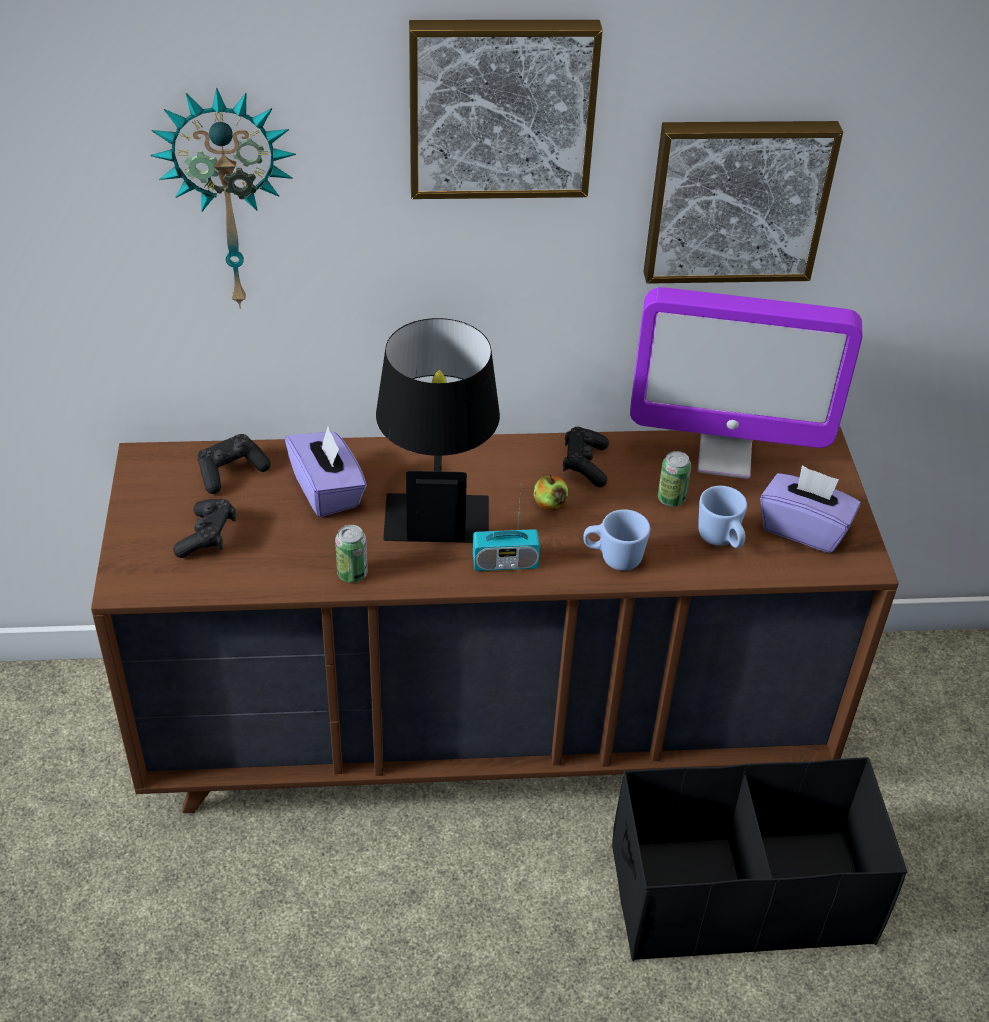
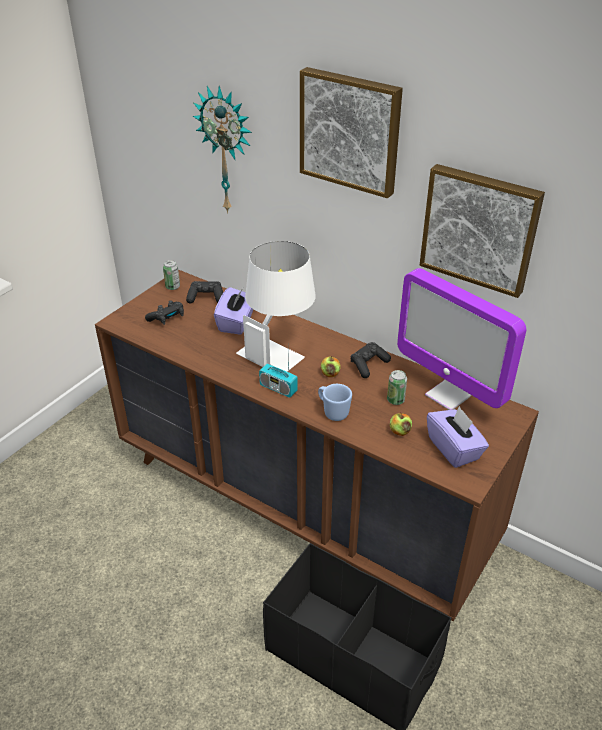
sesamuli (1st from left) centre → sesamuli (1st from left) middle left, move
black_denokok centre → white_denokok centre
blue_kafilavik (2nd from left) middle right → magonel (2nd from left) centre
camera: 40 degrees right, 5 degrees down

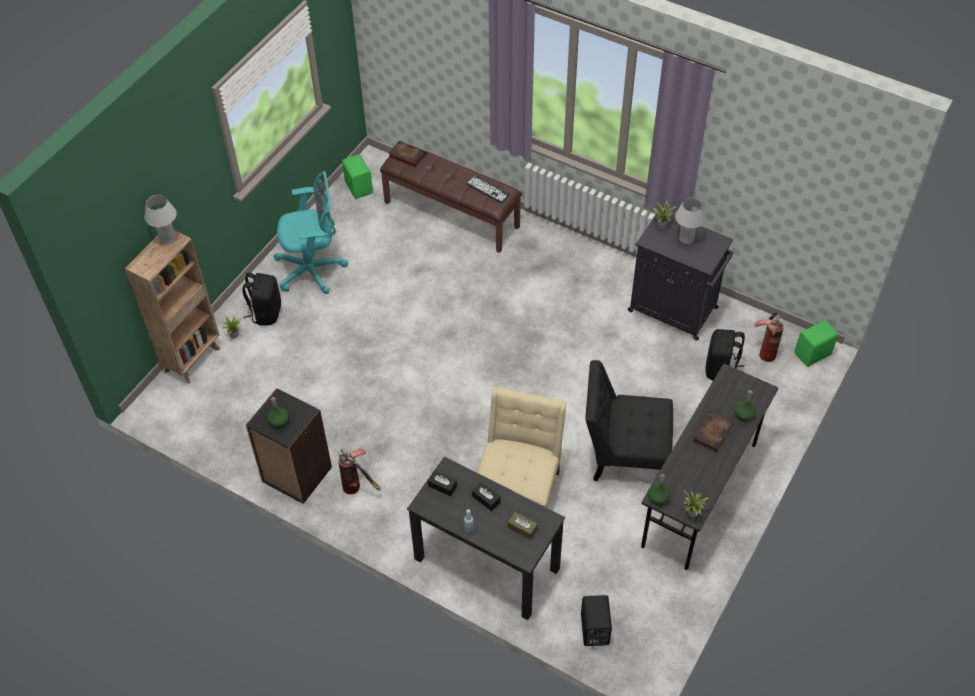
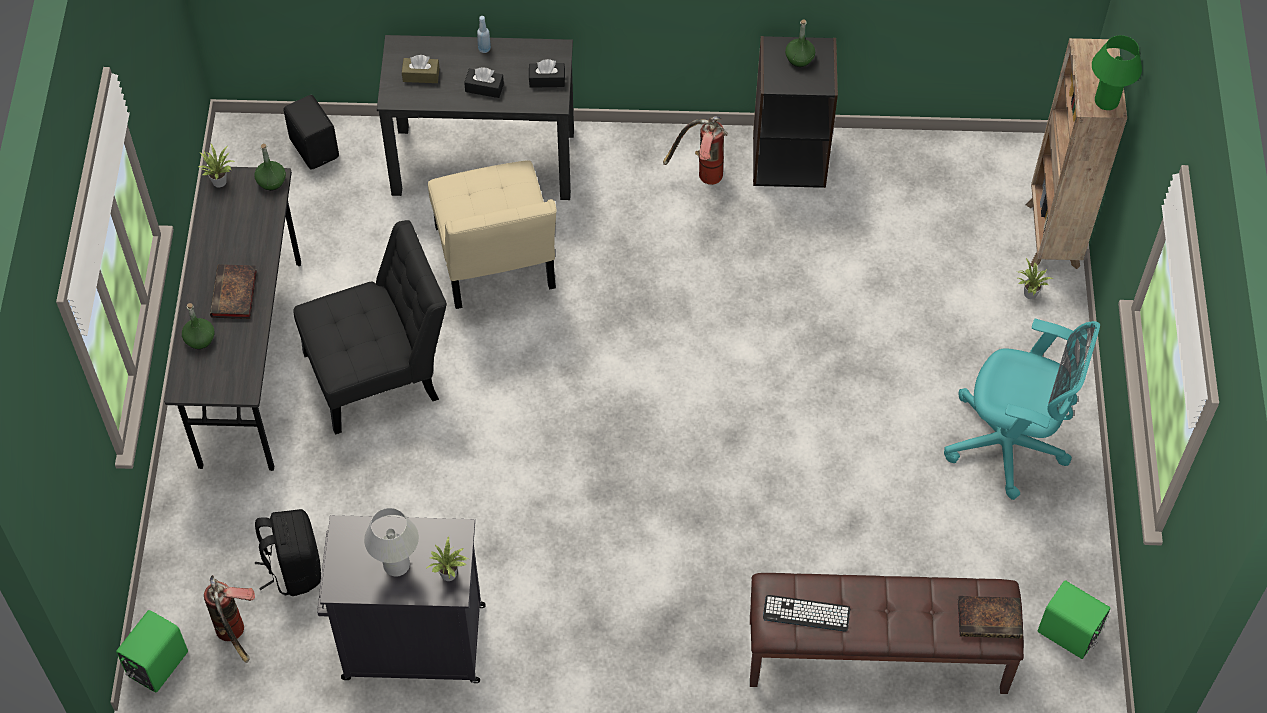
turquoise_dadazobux middle left → turquoise_dadazobux middle right, 120 degrees counterclockwise
white_denokok (1st from left) top left → green_denokok top right
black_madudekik (1st from left) middle left → -
camera: 150 degrees right, 5 degrees up

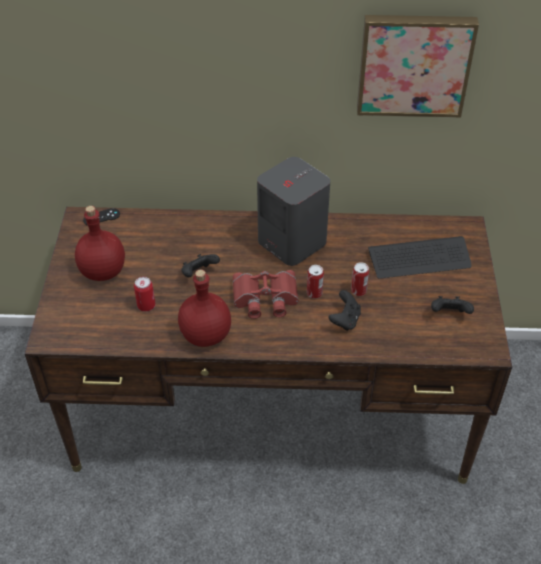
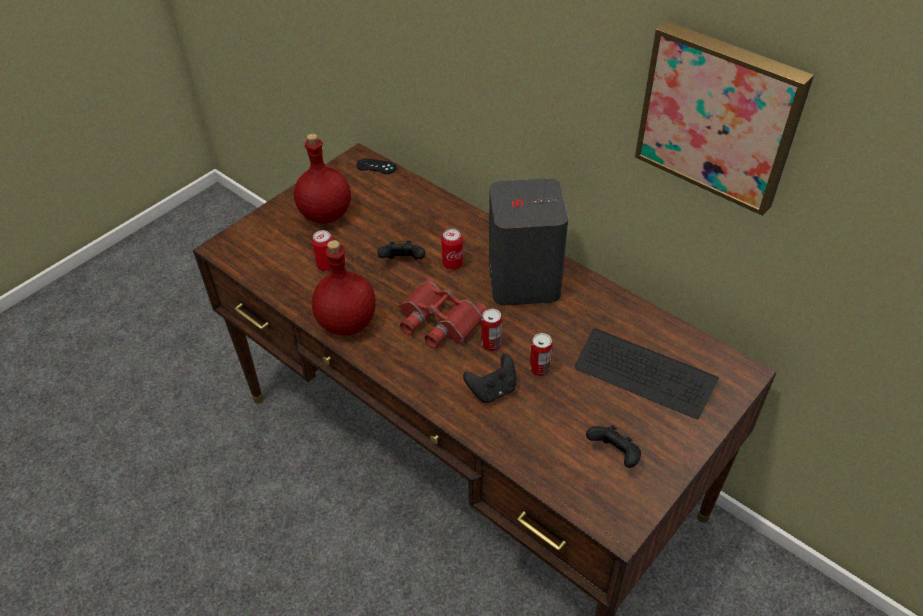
- → sesamuli (2nd from left) centre
camera: 40 degrees right, 0 degrees up

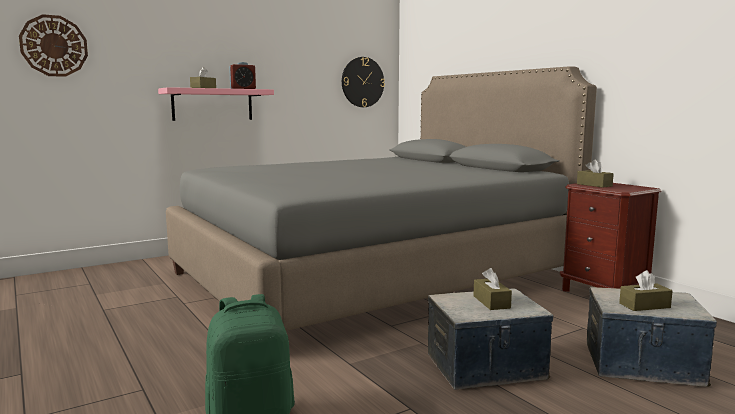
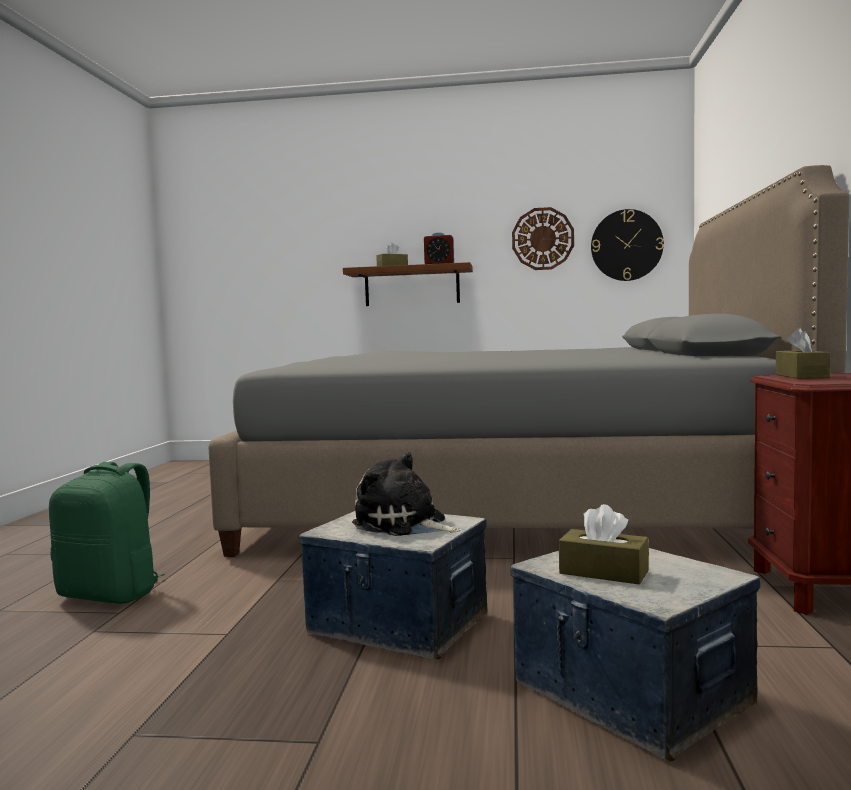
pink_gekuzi top left → brown_gekuzi centre
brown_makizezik (2nd from left) bottom right → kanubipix centre
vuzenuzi (1st from left) top left → vuzenuzi (1st from left) top centre, move
camera: 40 degrees right, 5 degrees down

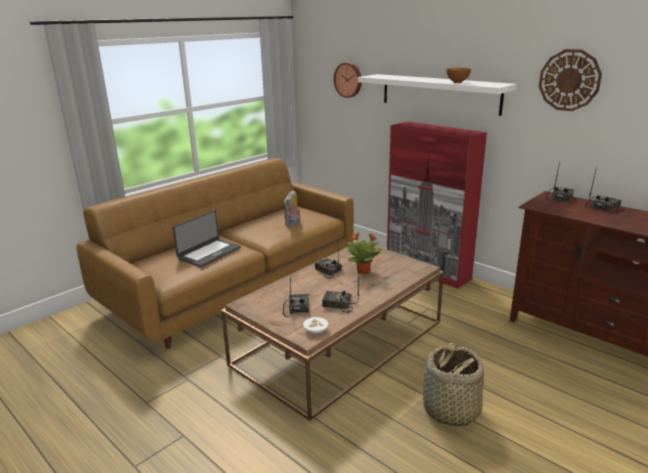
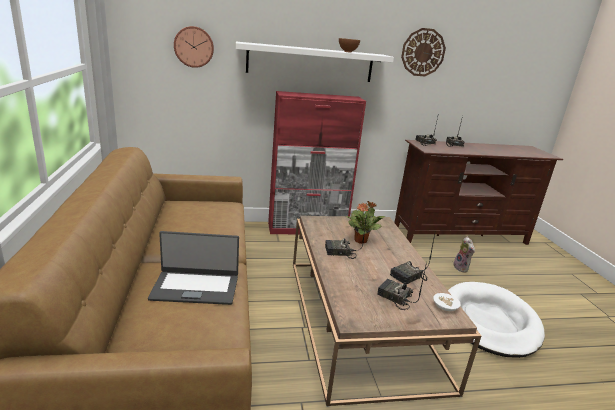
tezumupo middle left, 105 degrees clockwise
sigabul bottom right → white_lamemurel bottom right
kanubipix centre → kanubipix middle right, move
camera: 55 degrees left, 0 degrees up

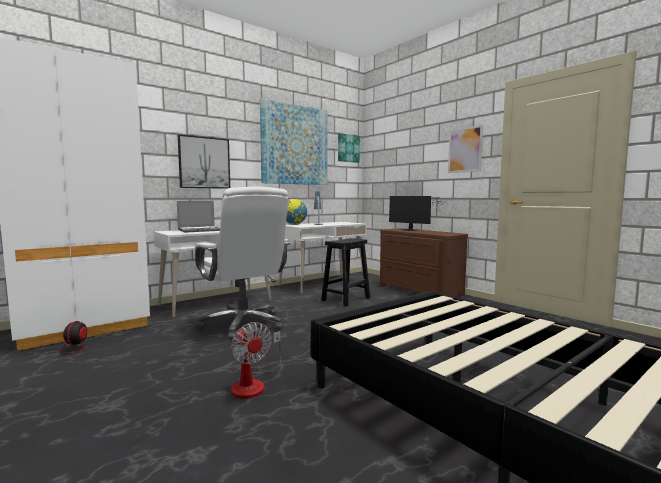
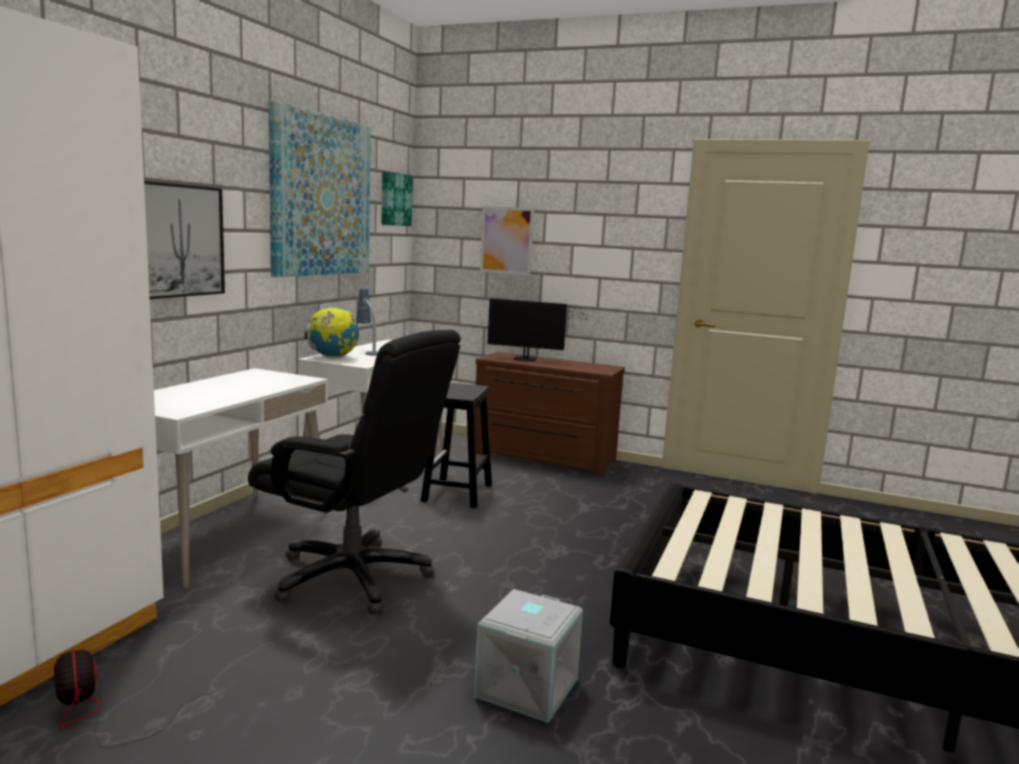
white_dadazobux centre → black_dadazobux centre
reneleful (2nd from left) bottom centre → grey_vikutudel bottom centre
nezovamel (4th from left) top right → nezovamel (4th from left) top centre, move
tezumupo middle left → -
camera: 30 degrees left, 5 degrees up

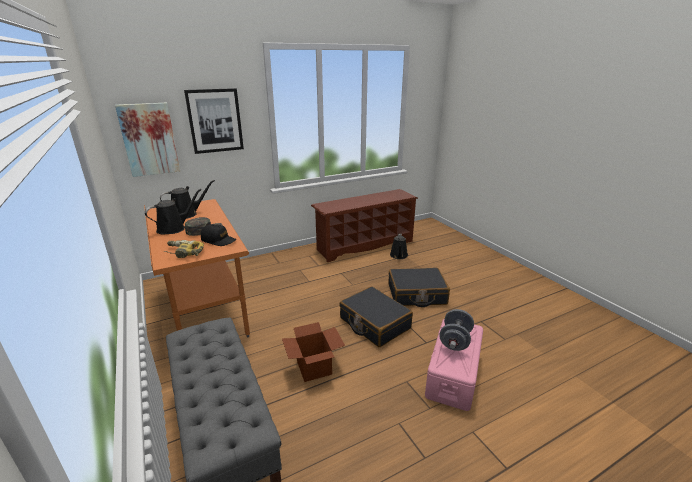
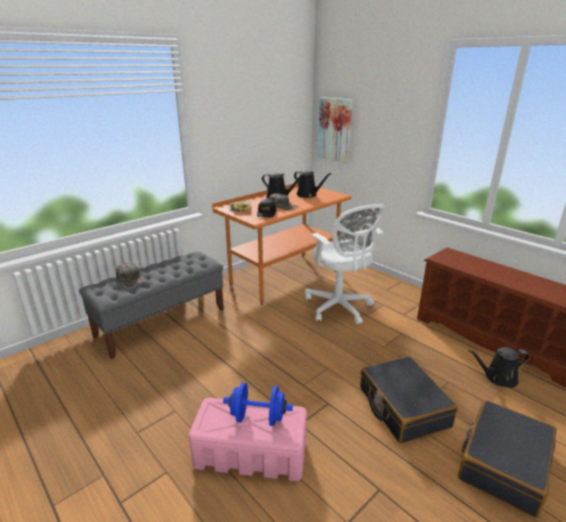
- → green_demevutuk (1st from left) middle left
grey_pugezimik bottom centre → blue_pugezimik bottom centre
- → white_dadazobux centre
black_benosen (1st from left in the first image) centre → black_benosen (2nd from left) bottom right, move
nezovamel (2nd from left) top left → -
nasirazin bottom centre → -
camera: 75 degrees right, 0 degrees up

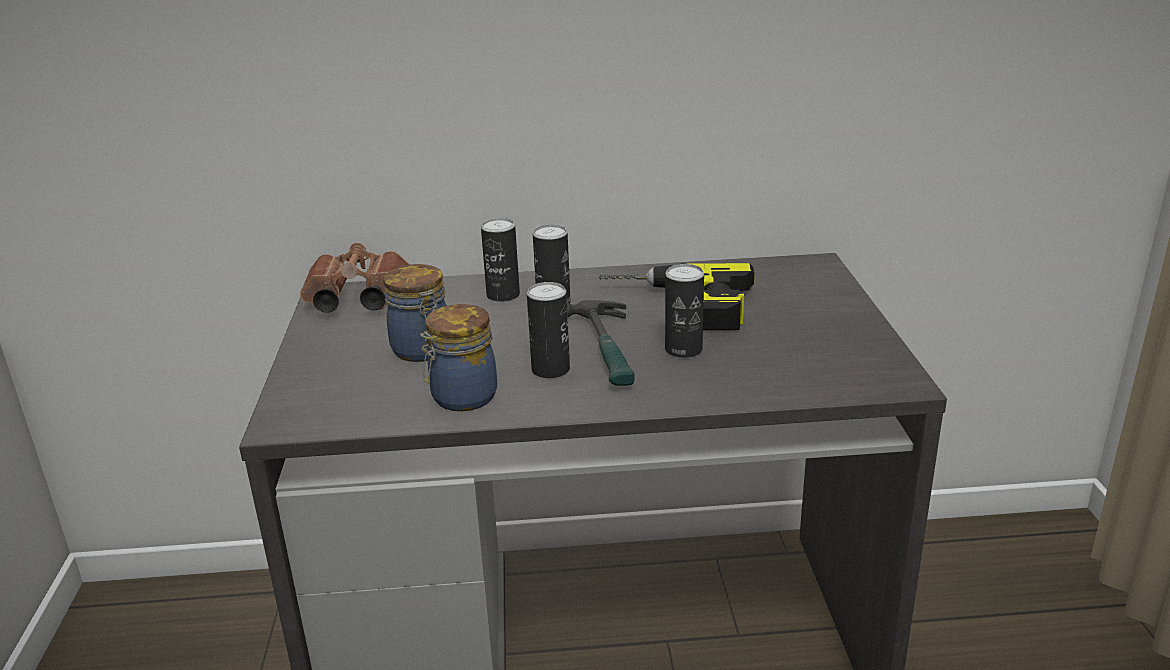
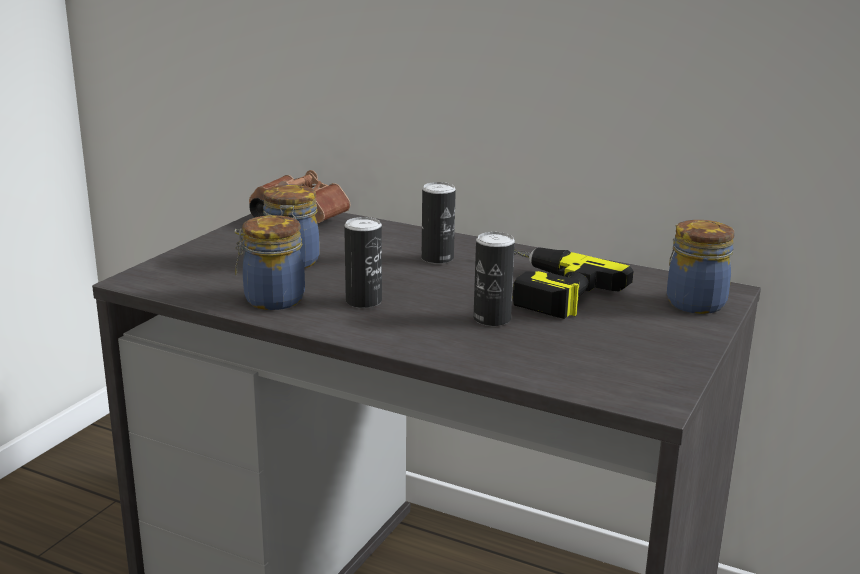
- → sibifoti (3rd from left) middle right
sesamuli (1st from left) centre → -
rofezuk centre → -
camera: 30 degrees right, 5 degrees down

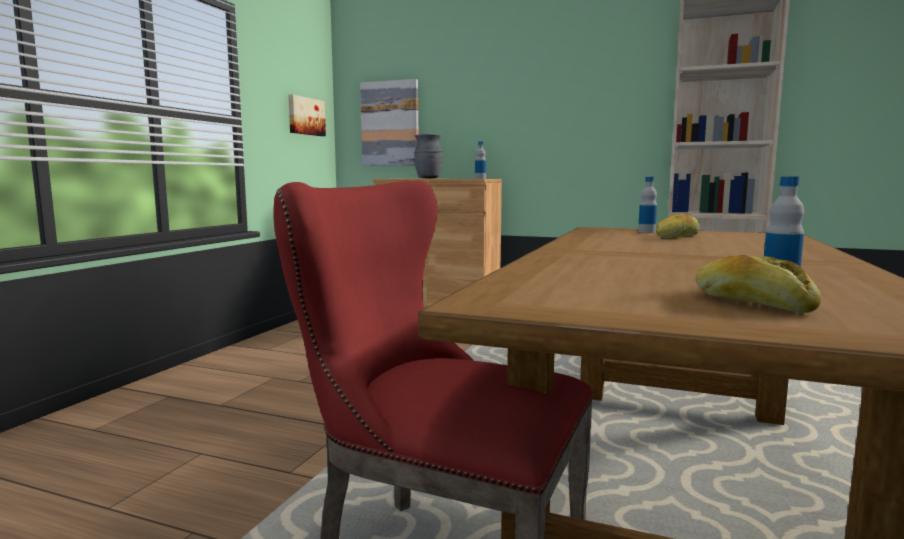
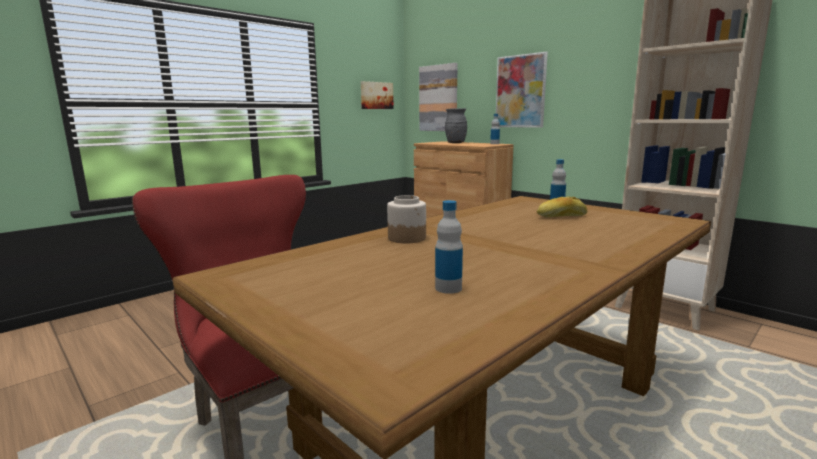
- → sibifoti centre
- → nezovamel (3rd from left) top centre
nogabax (2nd from left) middle right → -
camera: 25 degrees right, 5 degrees up

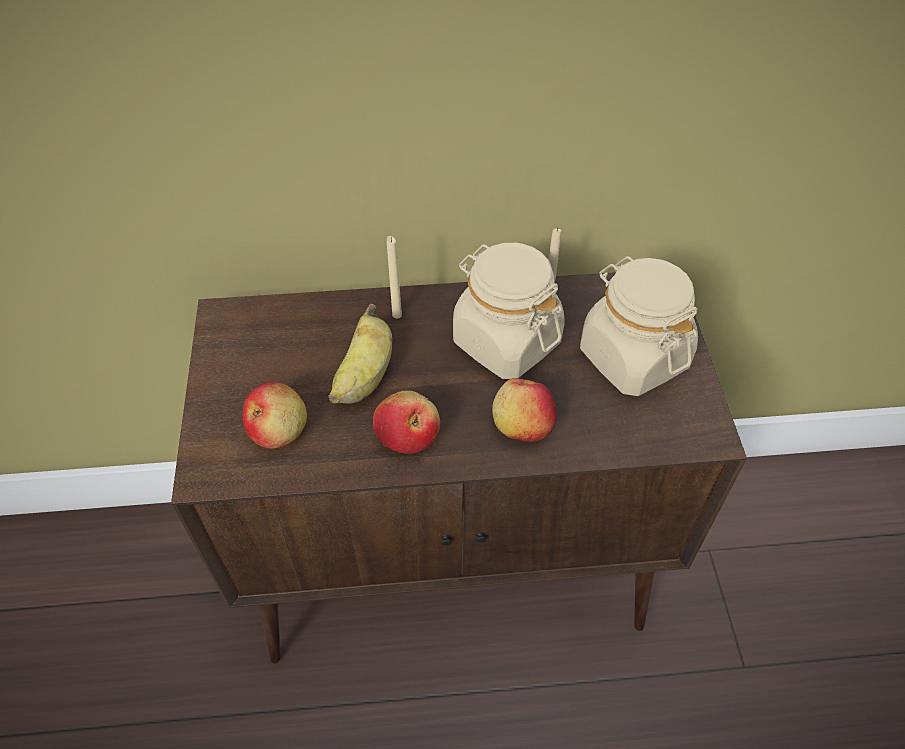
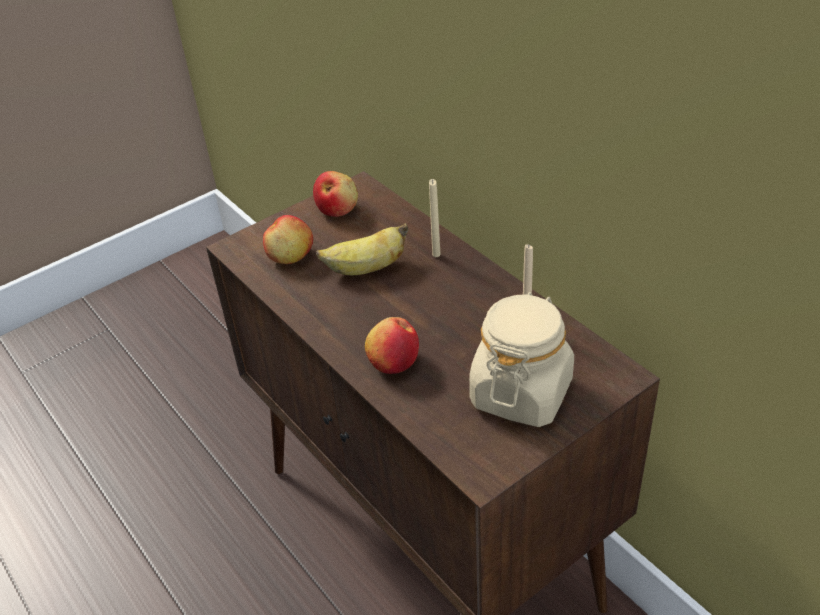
magonel (2nd from left) centre → magonel (2nd from left) top centre, move
beige_sibifoti (1st from left) centre → -
camera: 60 degrees right, 10 degrees down

